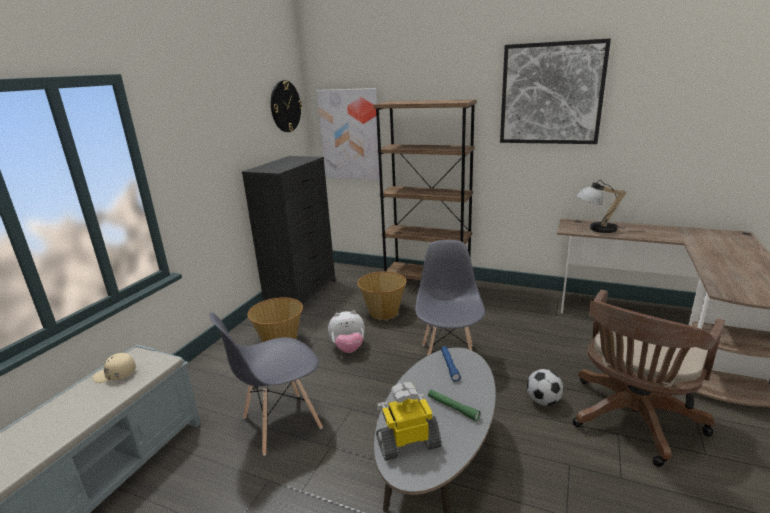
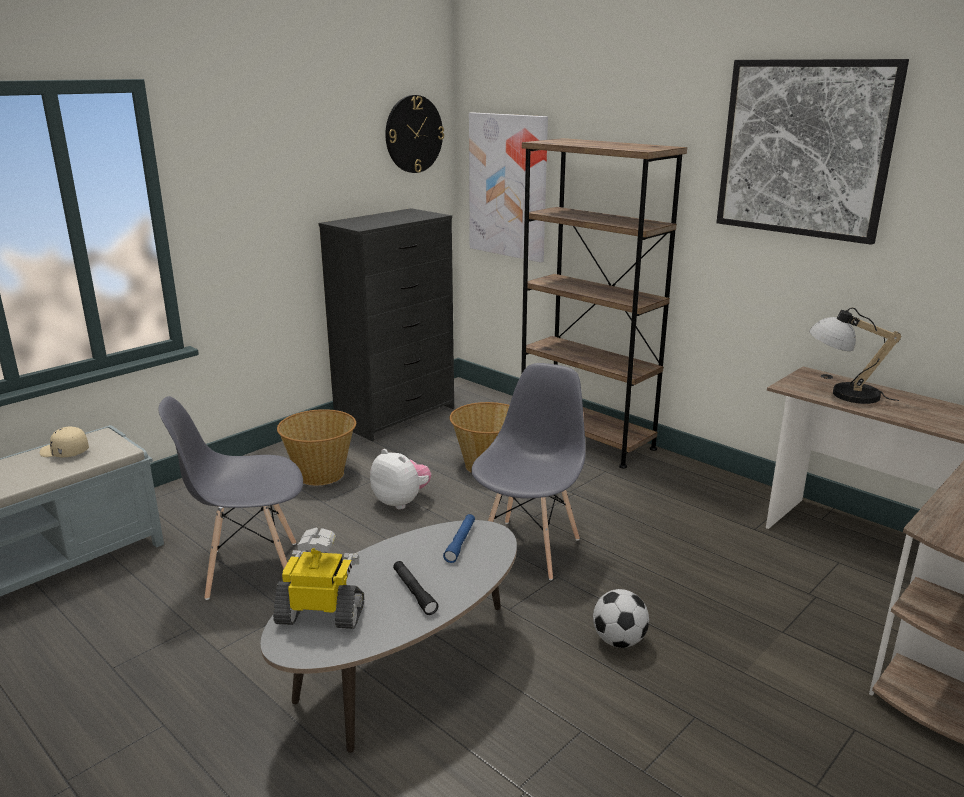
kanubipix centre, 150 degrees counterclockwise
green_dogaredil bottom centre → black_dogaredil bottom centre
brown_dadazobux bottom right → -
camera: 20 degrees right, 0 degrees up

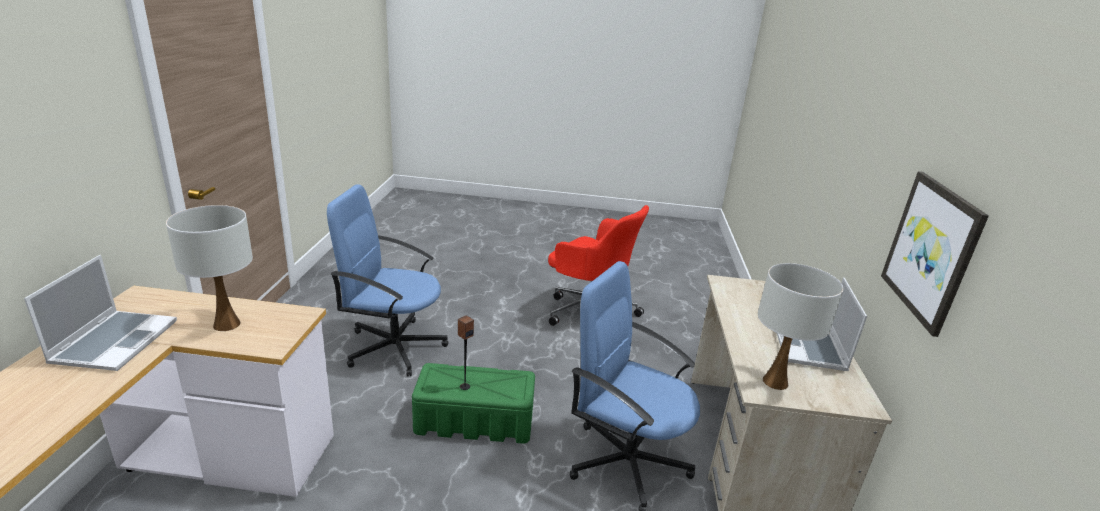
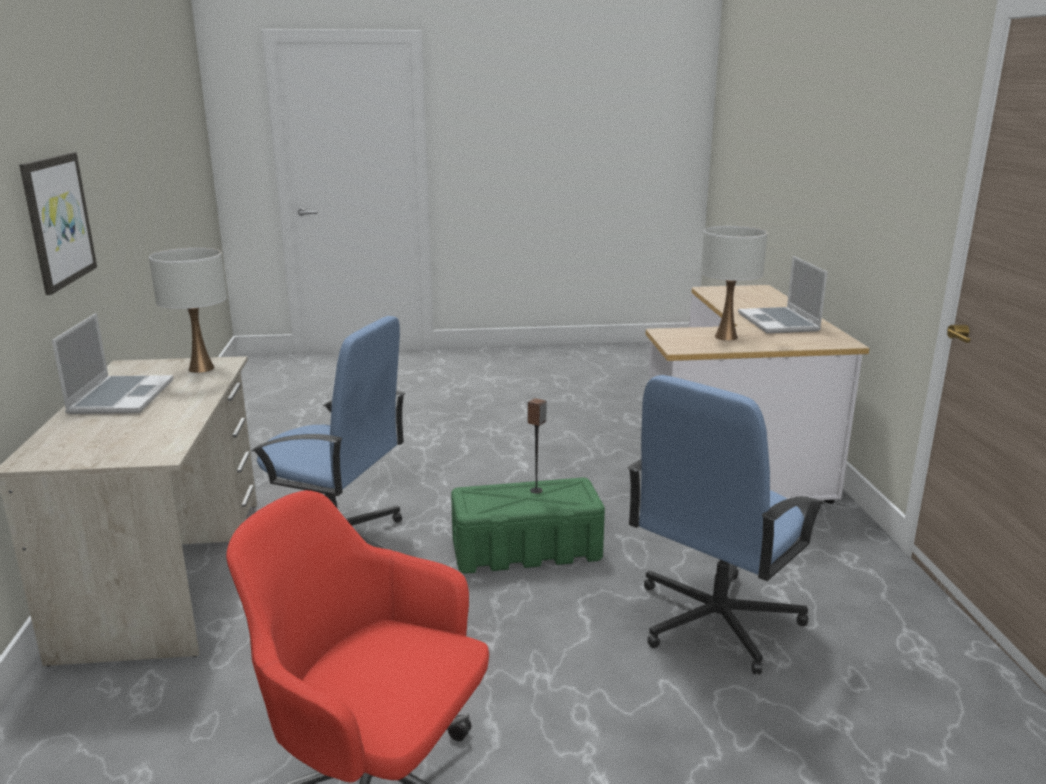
blue_dadazobux (1st from left in the first image) centre → blue_dadazobux (2nd from left) bottom right, 135 degrees clockwise
camera: 170 degrees right, 5 degrees down

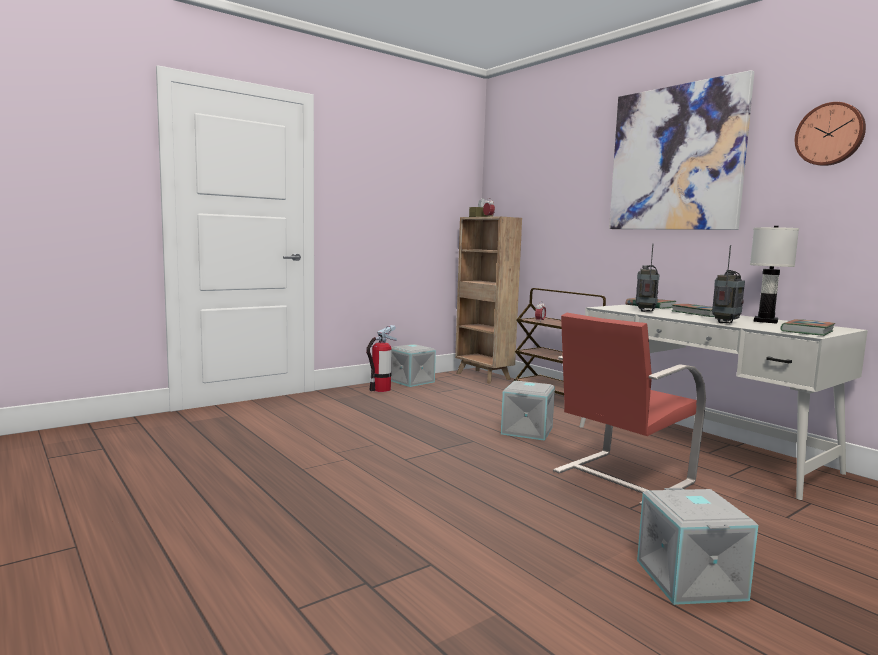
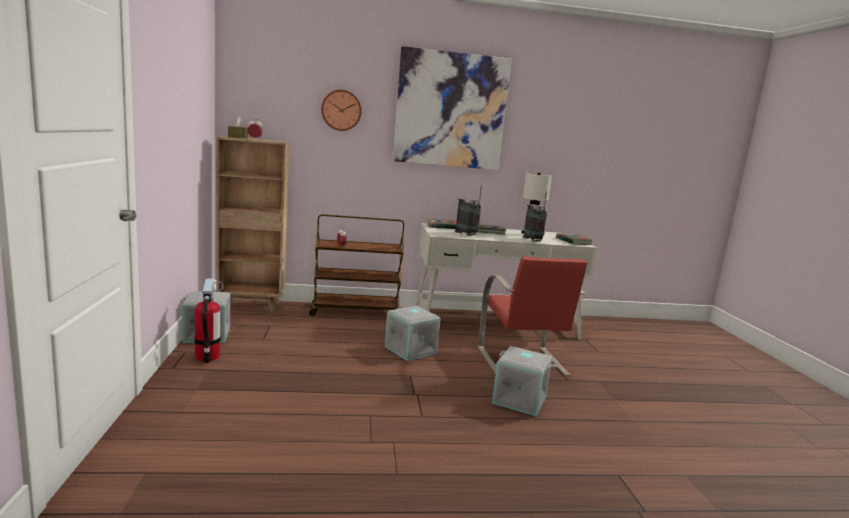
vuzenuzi top right → vuzenuzi top centre, move
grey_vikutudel (3rd from left) bottom right → grey_vikutudel (3rd from left) bottom centre, move
camera: 60 degrees left, 5 degrees up

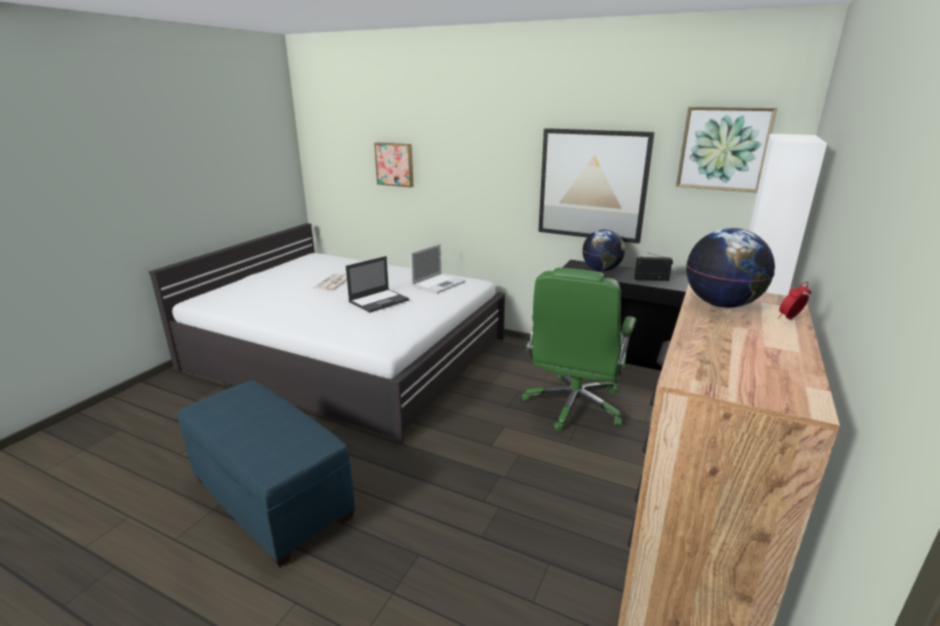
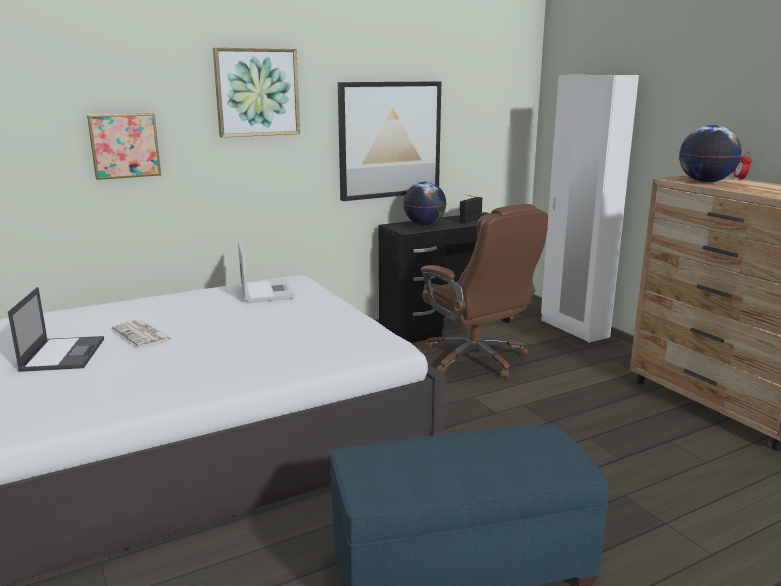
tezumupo (1st from left) centre → tezumupo (1st from left) middle left, move
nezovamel (3rd from left in the first image) top right → nezovamel (2nd from left) top left, move
green_dadazobux centre → brown_dadazobux centre
camera: 55 degrees left, 5 degrees down

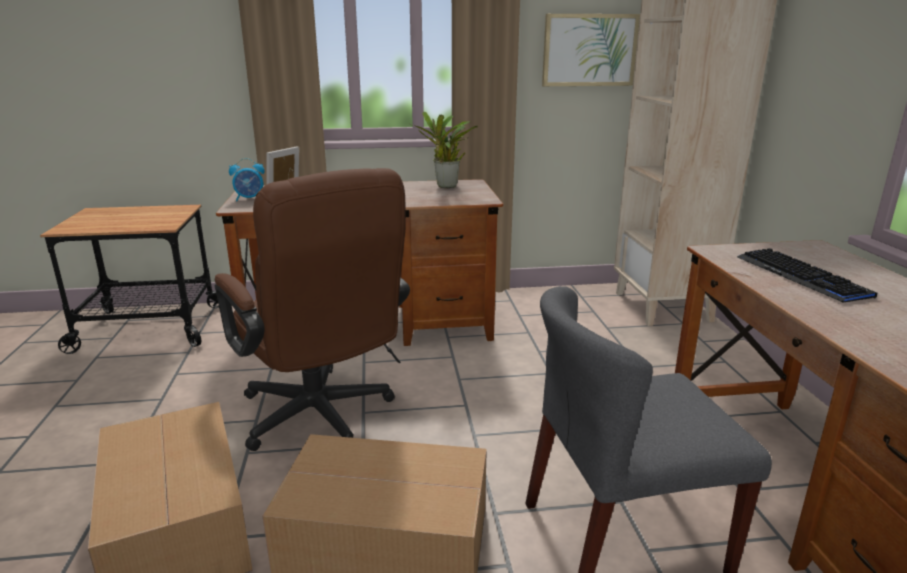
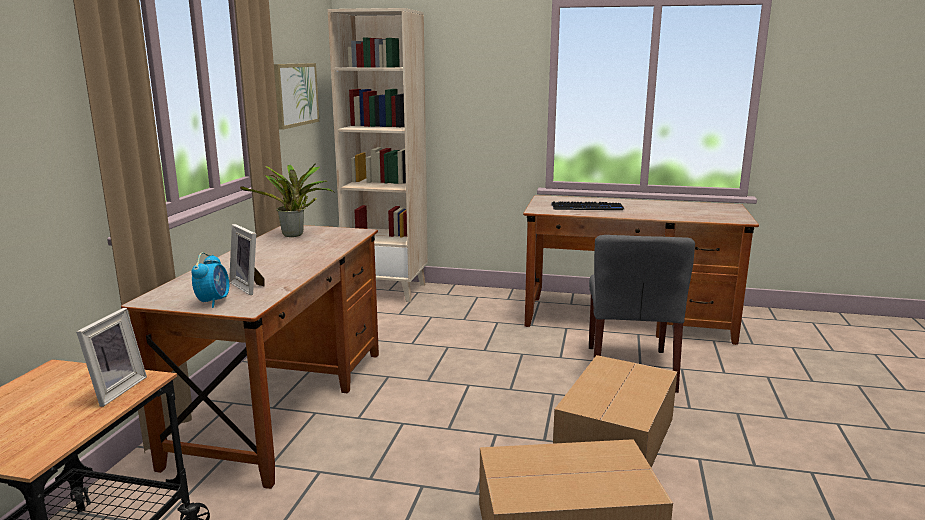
- → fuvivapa (1st from left) bottom left
brown_dadazobux centre → -
camera: 70 degrees left, 5 degrees down

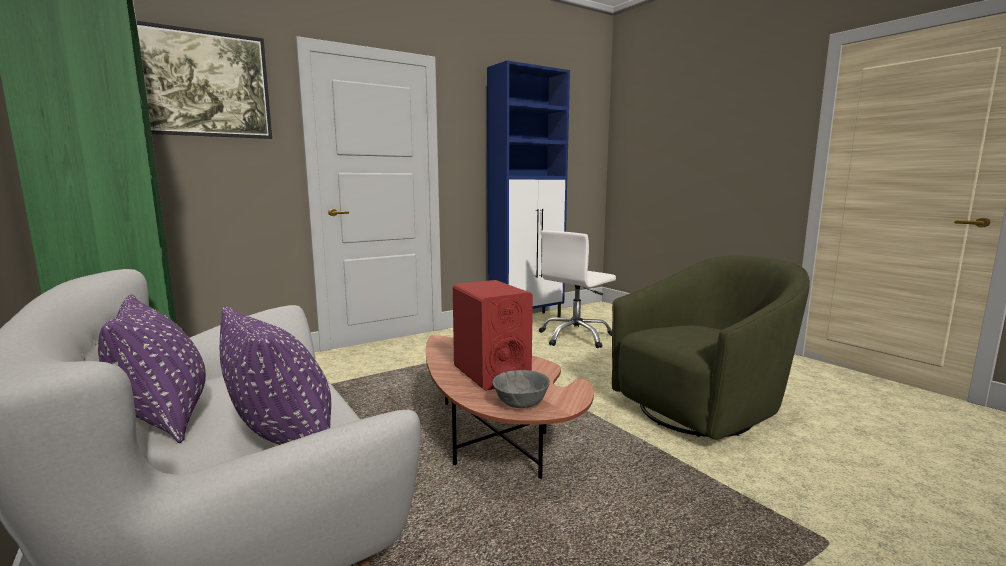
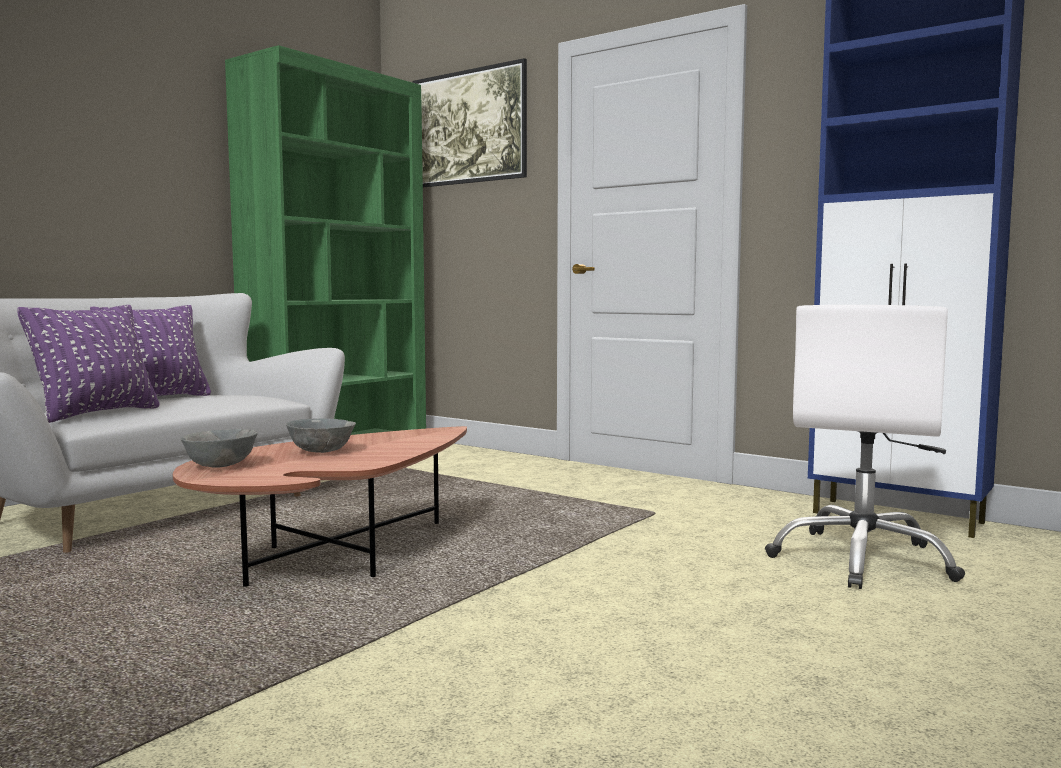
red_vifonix centre → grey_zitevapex (2nd from left) middle left
white_dadazobux centre → white_dadazobux middle right, 90 degrees counterclockwise
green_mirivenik middle right → -
camera: 70 degrees right, 5 degrees down

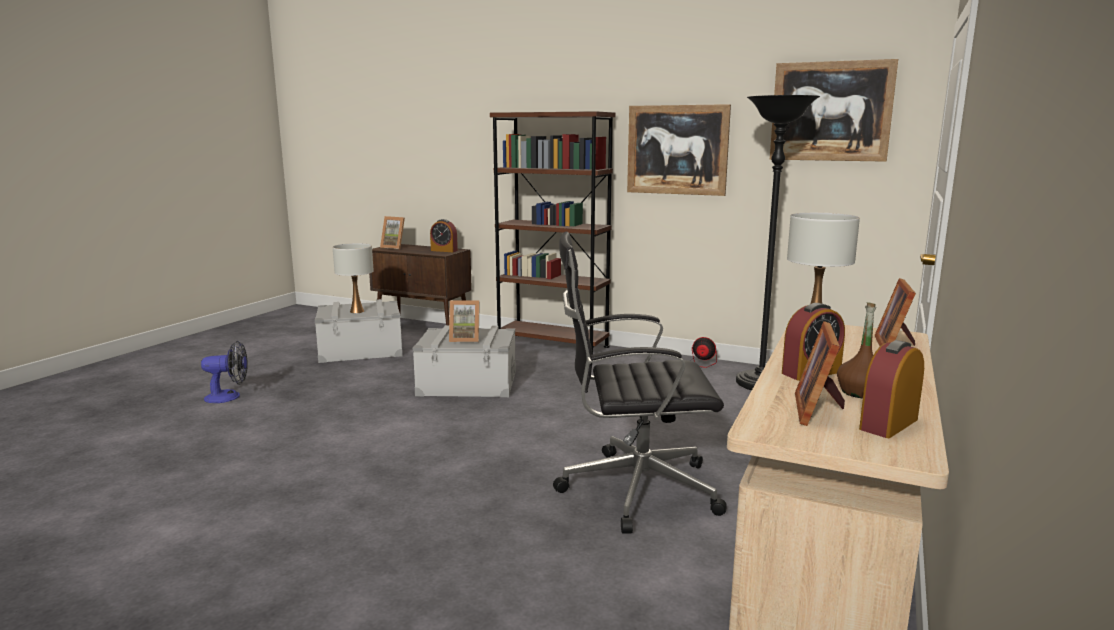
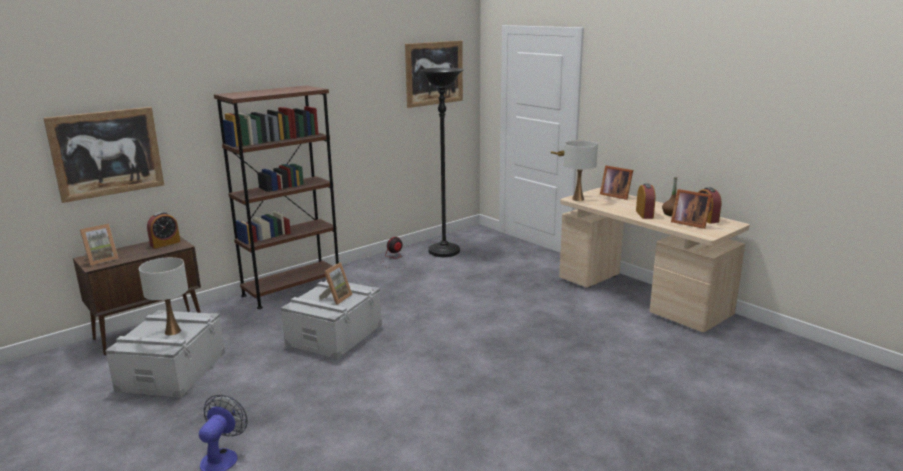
nezovamel (1st from left) top centre → nezovamel (1st from left) top left, move
black_dadazobux centre → -
camera: 65 degrees left, 5 degrees up

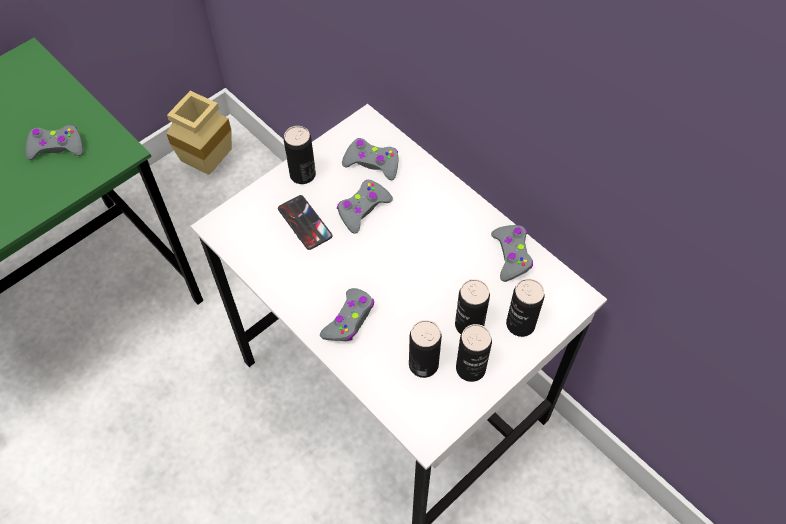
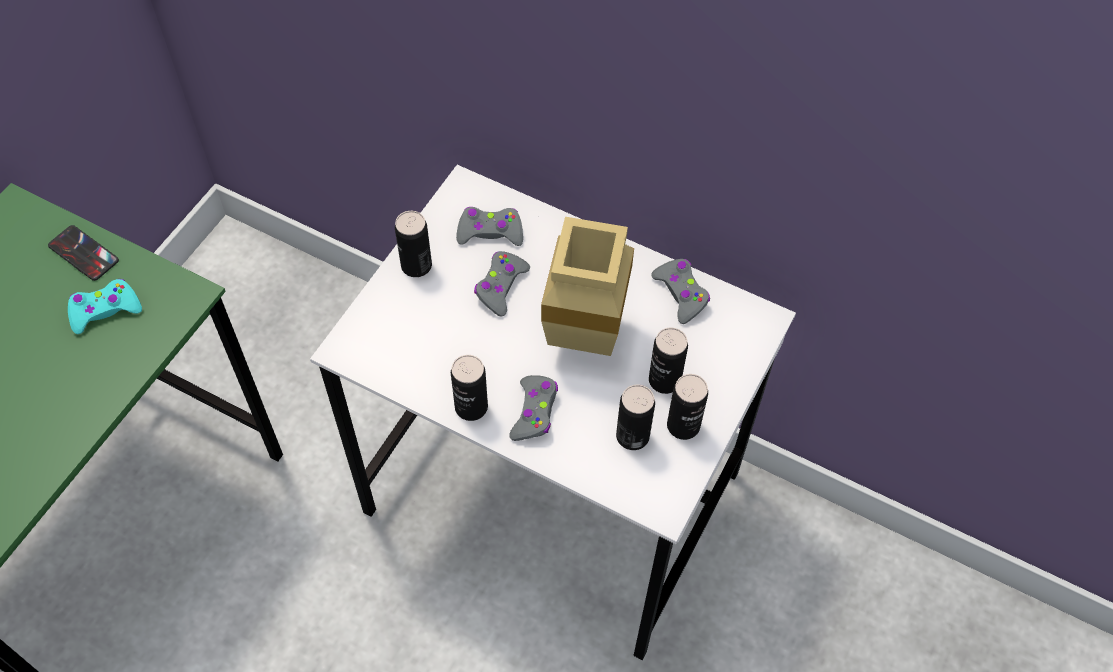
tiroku centre → tiroku middle left, move
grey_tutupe (1st from left) top left → turquoise_tutupe middle left
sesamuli (5th from left in the first image) middle right → sesamuli (2nd from left) centre, move
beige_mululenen top left → beige_mululenen centre, move
camera: 20 degrees left, 0 degrees up

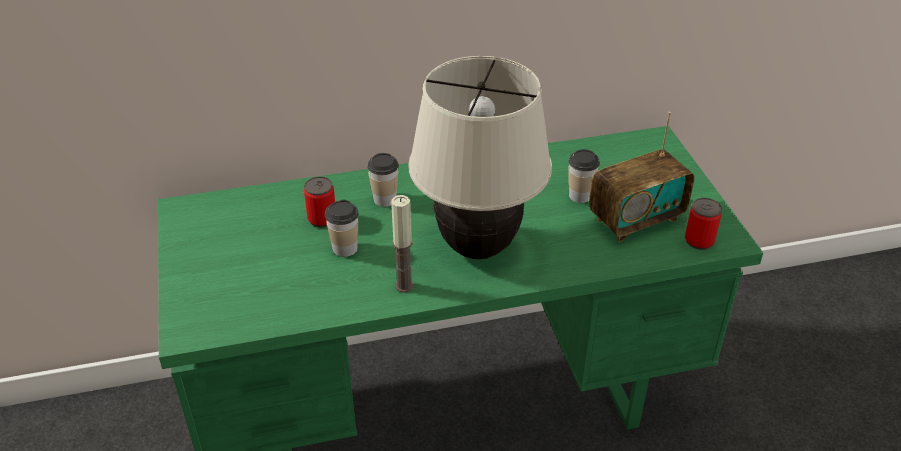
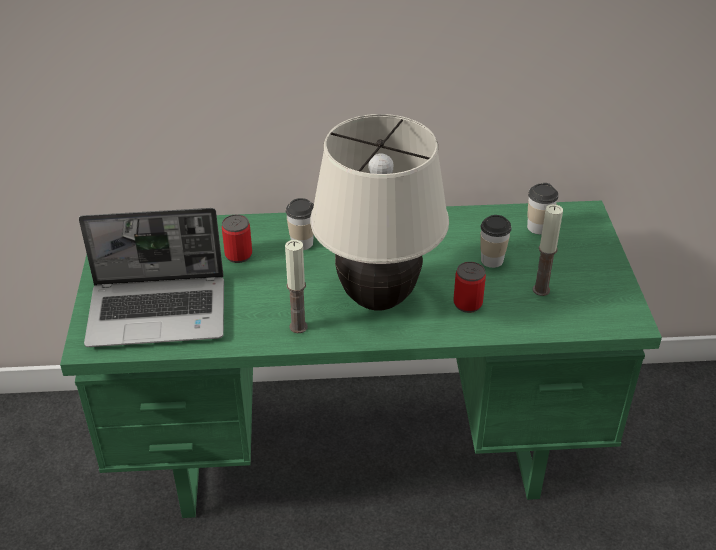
- → tezumupo middle left
sesamuli (2nd from left) middle right → sesamuli (2nd from left) centre, move
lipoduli (1st from left in the first image) centre → lipoduli (3rd from left) middle right, move
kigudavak middle right → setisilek (2nd from left) middle right
camera: 10 degrees right, 0 degrees up

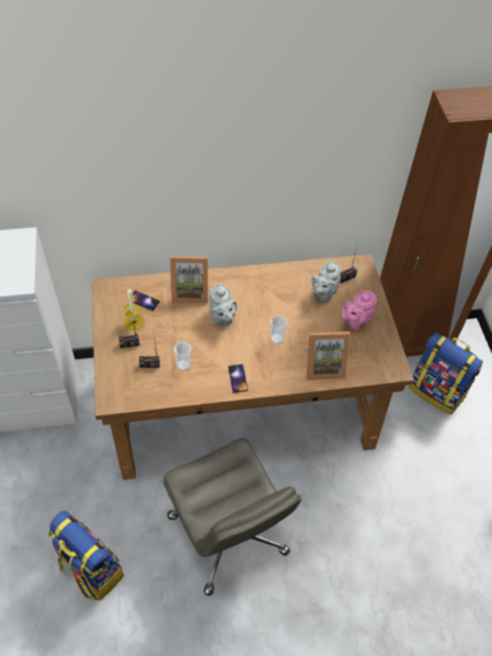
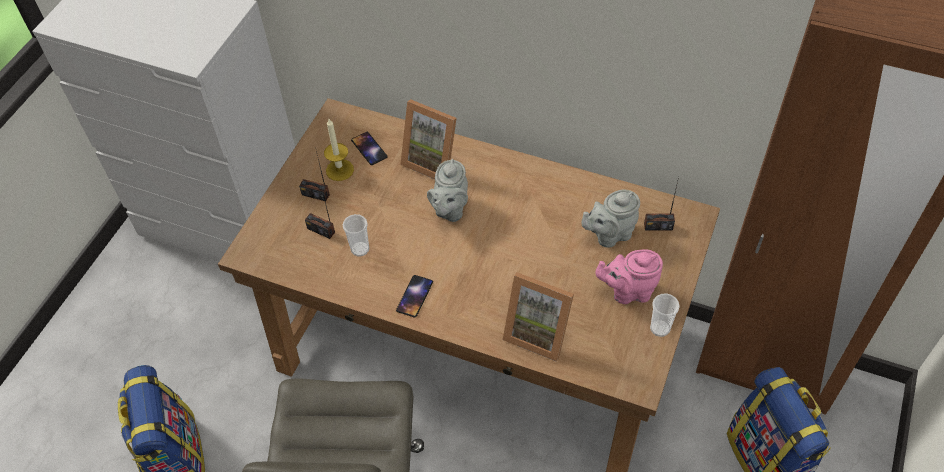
lipoduli (2nd from left) centre → lipoduli (2nd from left) bottom right, move
camera: 35 degrees right, 0 degrees up

